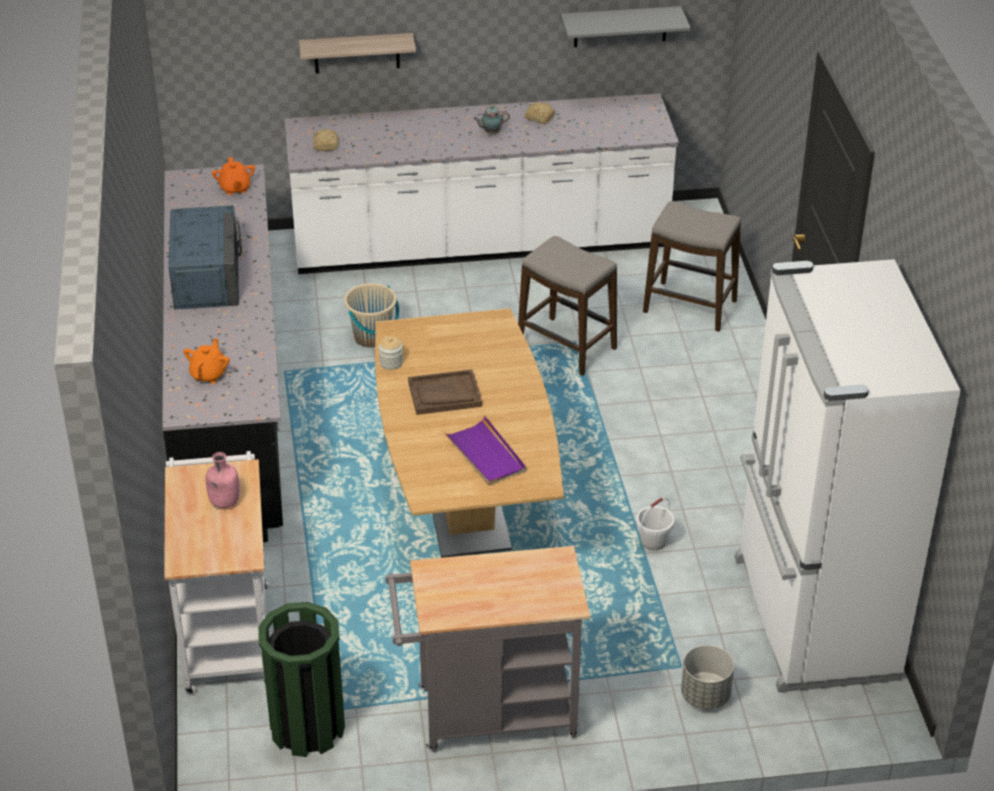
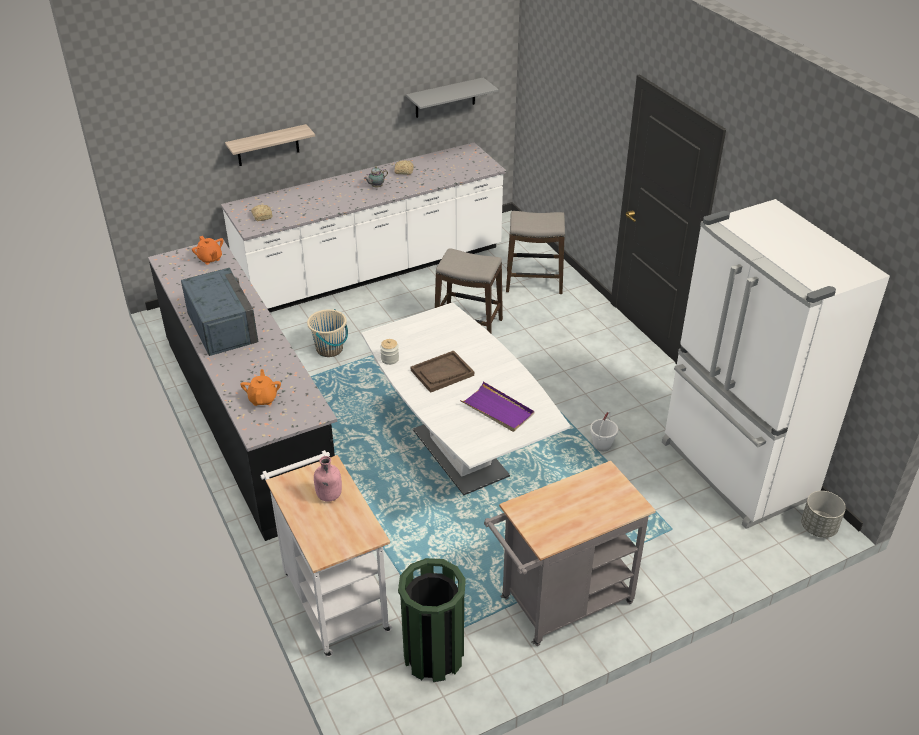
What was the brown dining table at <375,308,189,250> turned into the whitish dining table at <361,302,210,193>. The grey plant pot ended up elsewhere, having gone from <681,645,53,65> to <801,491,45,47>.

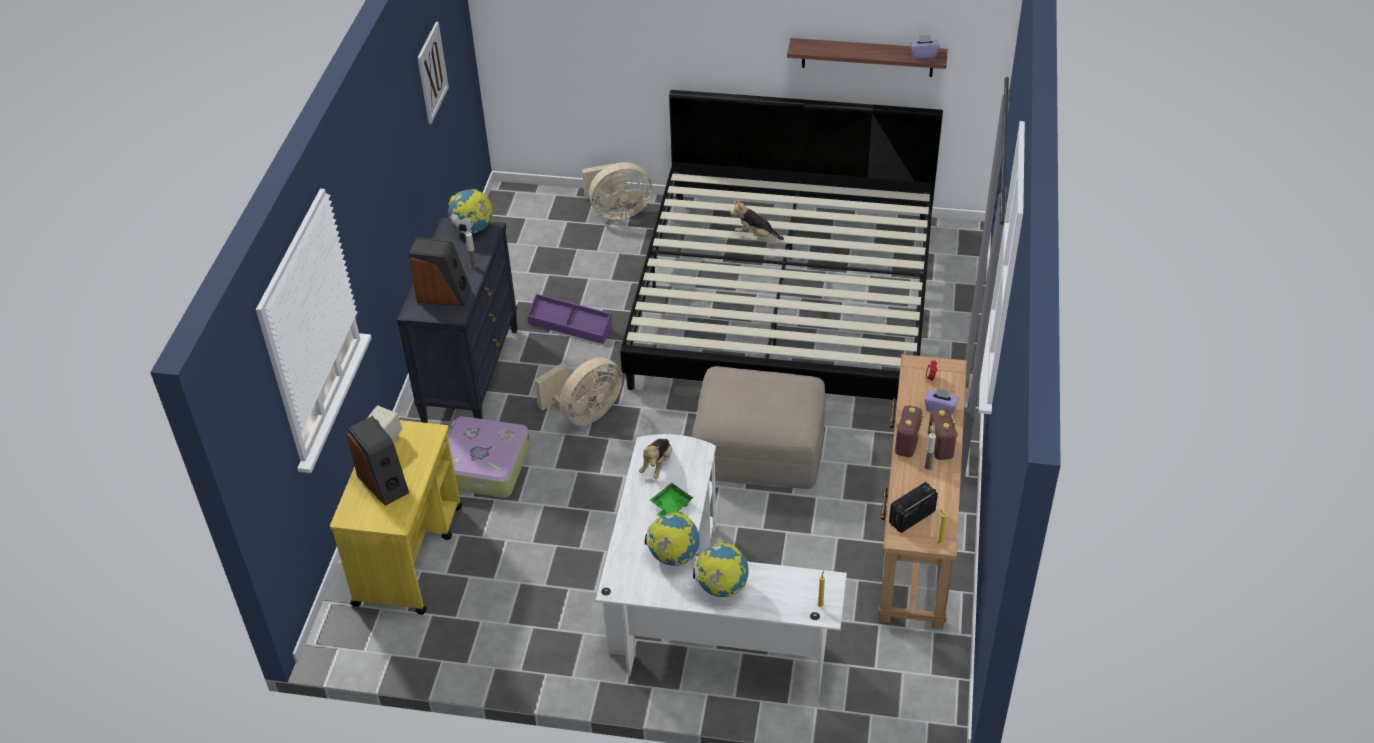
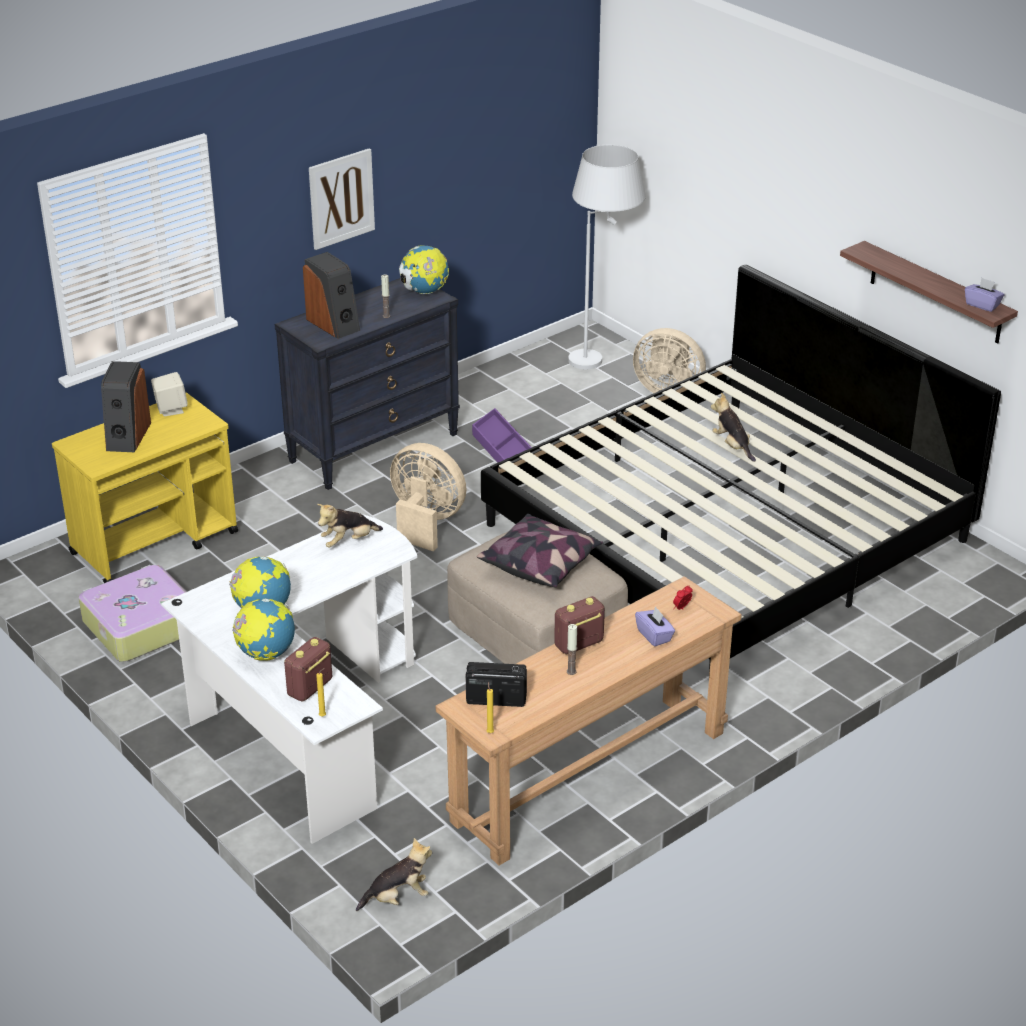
The wall picture ended up elsewhere, having gone from <418,22,31,102> to <309,148,66,102>. The beige electric fan at <535,357,87,68> ended up facing another way, 150 degrees counterclockwise from before. The radio set ended up elsewhere, having gone from <928,408,31,52> to <284,637,48,65>. The piece of luggage ended up elsewhere, having gone from <448,416,82,82> to <79,565,107,97>. The second view lost the green tray at <650,483,43,34>. The second view gained the whitish standing lamp at <568,145,78,224>. The second view gained the throw pillow at <477,514,126,73>. The second view gained the plush toy at <356,838,76,73>.

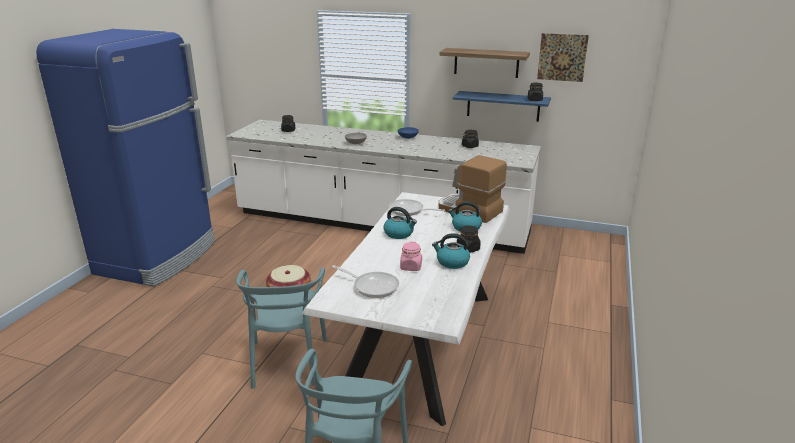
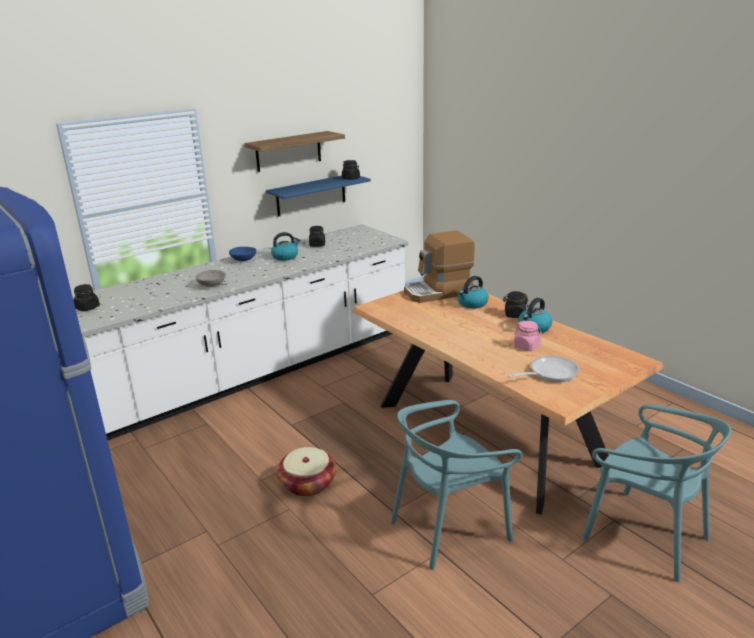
The second view lost the wall picture at <537,33,52,49>. What was the whitish dining table at <302,192,208,235> turned into the brown dining table at <352,290,312,225>. The second view lost the frying pan at <389,199,56,17>. The kettle ended up elsewhere, having gone from <383,207,34,32> to <271,232,29,29>. The turquoise-coloured chair at <236,267,91,122> ended up facing another way, 120 degrees clockwise from before.

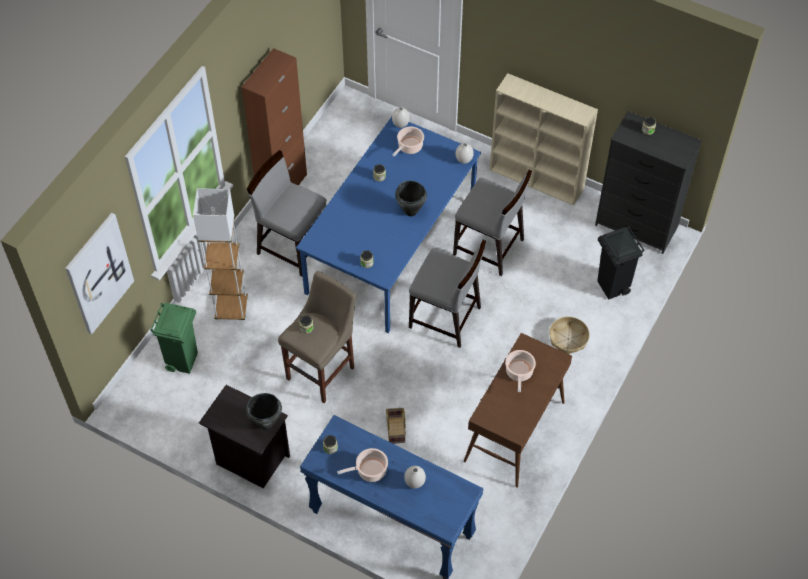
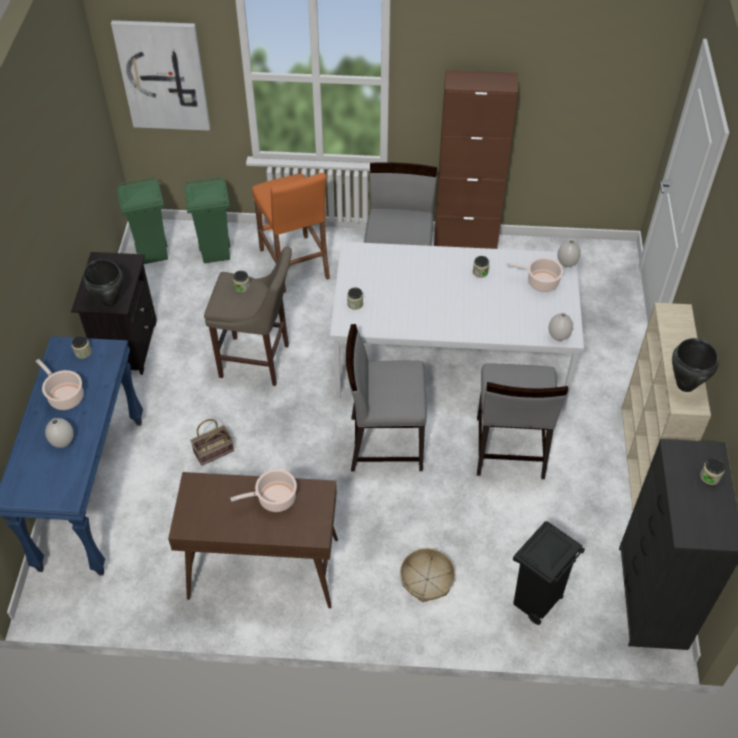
What was the blue dining table at <296,117,185,216> turned into the whitish dining table at <330,242,254,169>. The blackish stockpot ended up elsewhere, having gone from <395,181,32,35> to <672,338,46,54>. Where the whitish standing lamp stood at <193,188,55,133>, the orange-coloured stool seat came to stand at <252,173,78,120>. The grey chair at <409,240,77,108> ended up facing another way, 90 degrees clockwise from before. The second view gained the green rubbish bin at <117,176,51,88>.

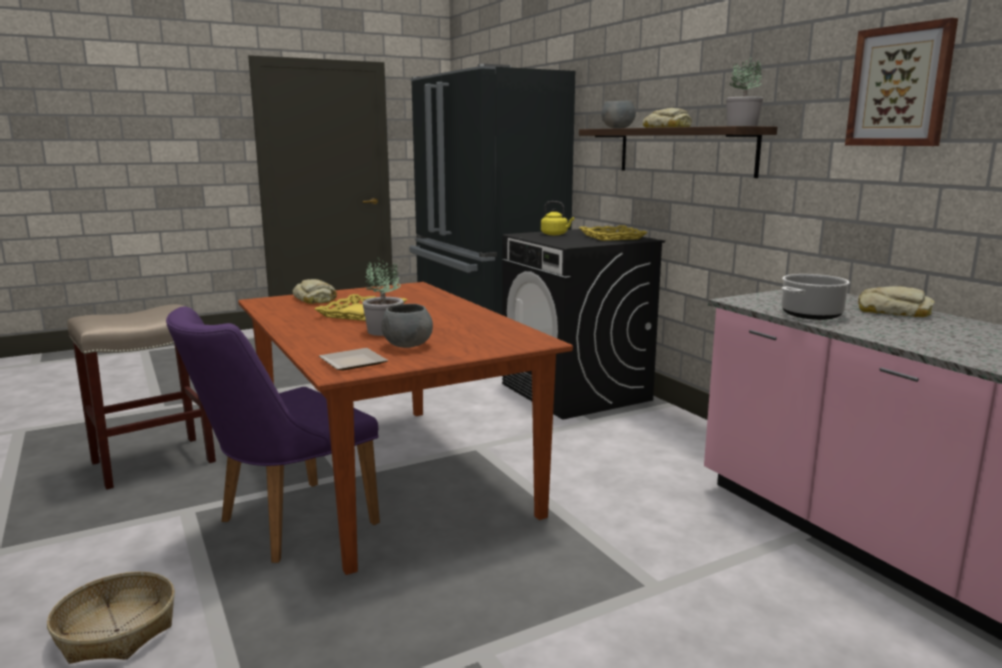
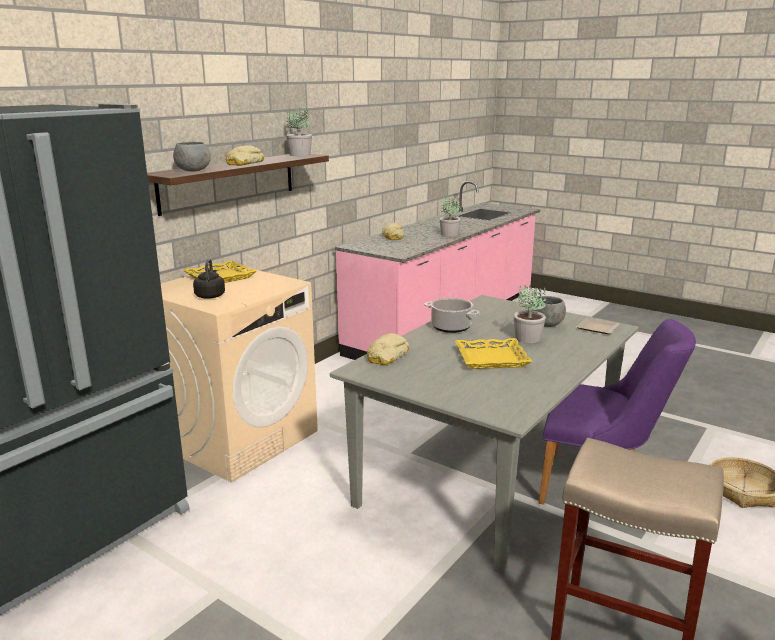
The second view lost the wall picture at <845,18,113,128>. What was the yellow kettle at <541,201,33,34> turned into the blackish kettle at <193,259,32,40>. What was the blackish laundry machine at <502,229,163,191> turned into the beige laundry machine at <161,266,157,216>. The stockpot ended up elsewhere, having gone from <781,274,69,46> to <424,298,56,35>. The bakery bread ended up elsewhere, having gone from <292,279,45,25> to <367,333,42,32>. What was the brown dining table at <238,282,335,293> turned into the grey dining table at <330,295,309,279>. The second view gained the plant in a pot at <439,196,22,41>.

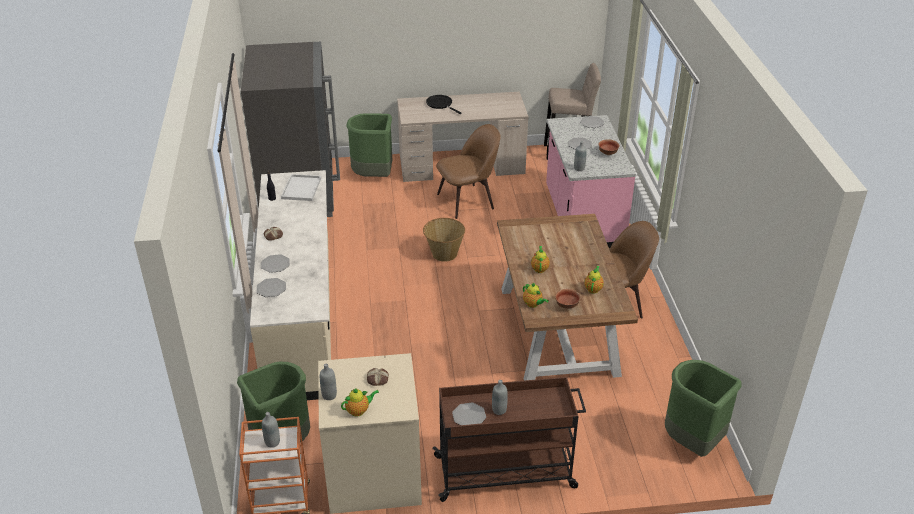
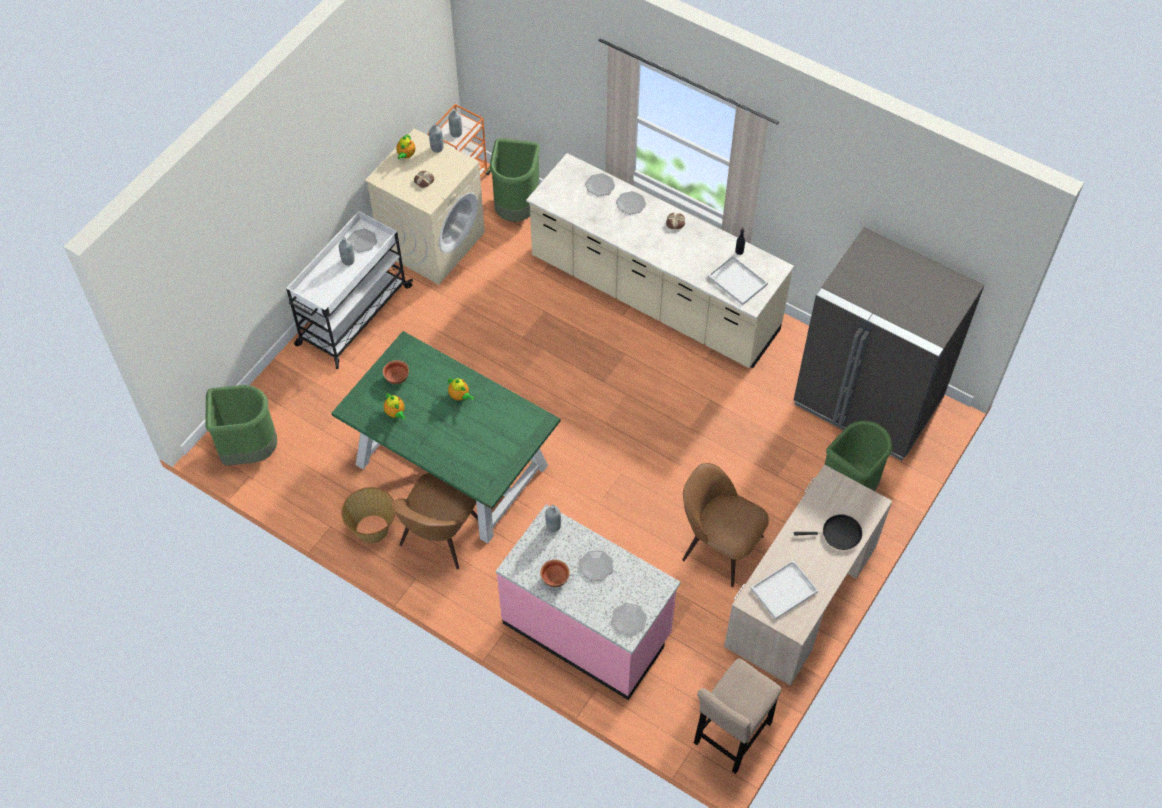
The brown chair at <436,124,65,95> ended up facing another way, 105 degrees clockwise from before. What was the brown dining table at <497,214,141,167> turned into the green dining table at <331,331,229,212>. The storage basket ended up elsewhere, having gone from <423,218,42,44> to <341,487,55,56>. The second view lost the teapot at <523,283,26,25>. What was the brown wheeled cart at <432,377,154,125> turned into the whitish wheeled cart at <286,211,127,158>. The second view gained the whitish tray at <751,561,67,59>.

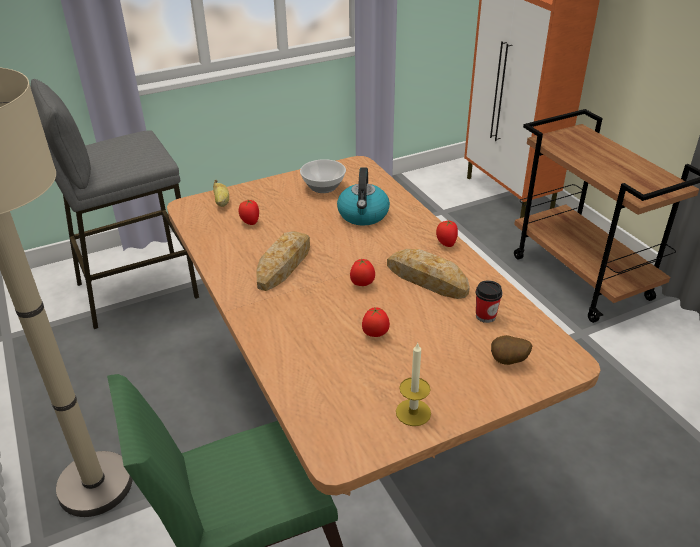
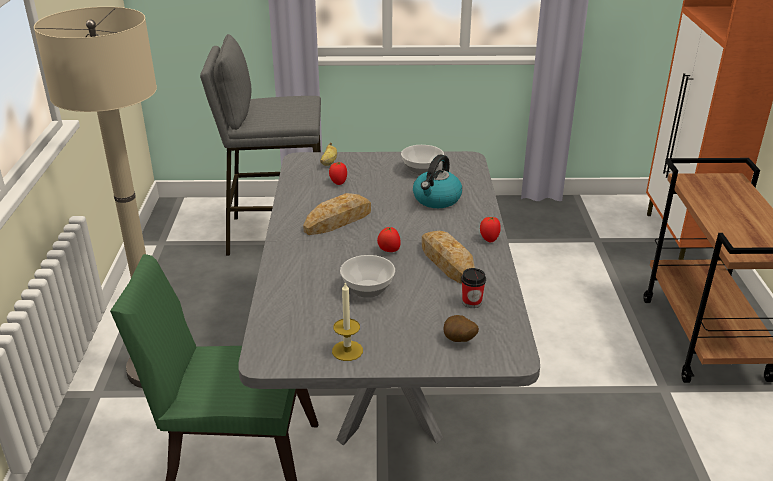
What was the brown dining table at <167,156,434,340> turned into the grey dining table at <239,151,301,295>. Where the fresh tomato stood at <362,307,28,30>, the serving bowl came to stand at <340,255,55,43>.

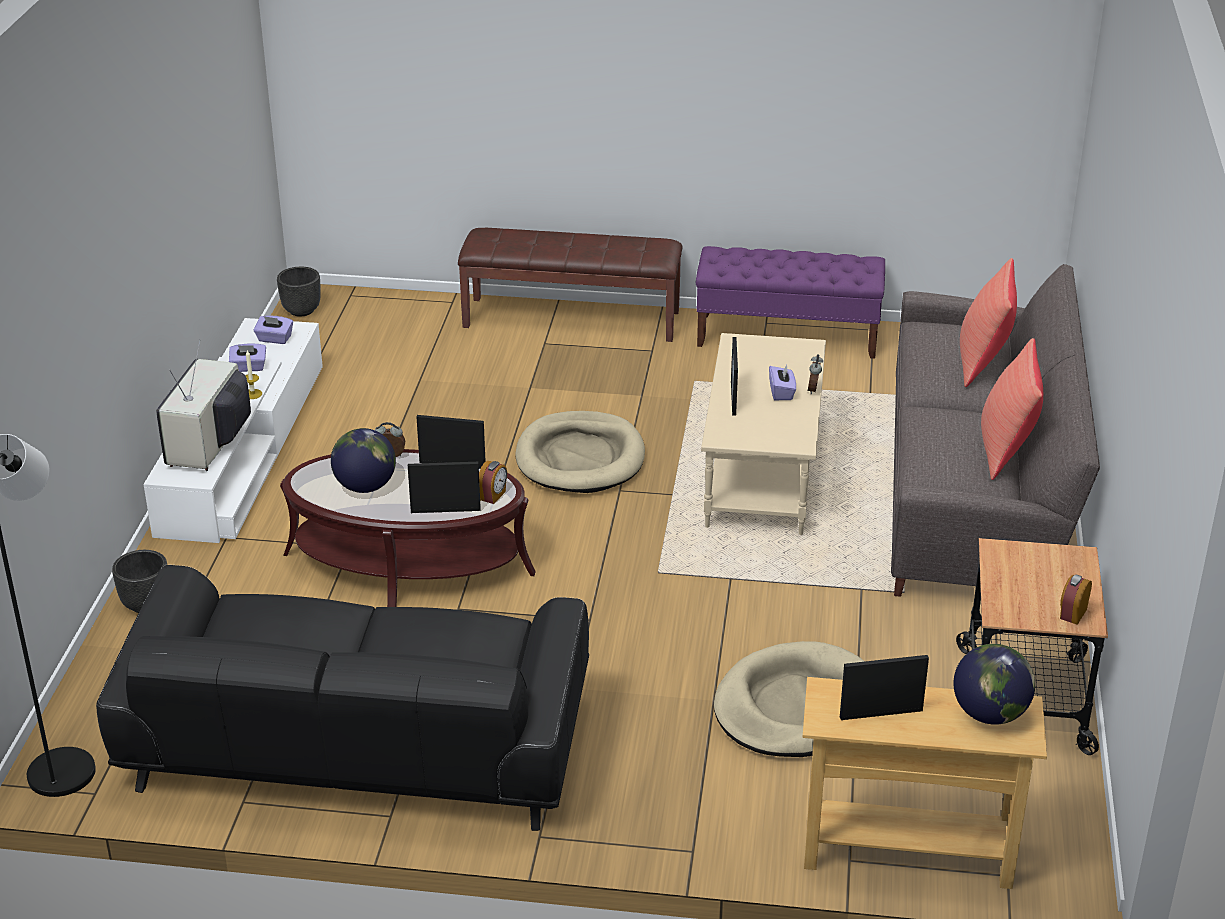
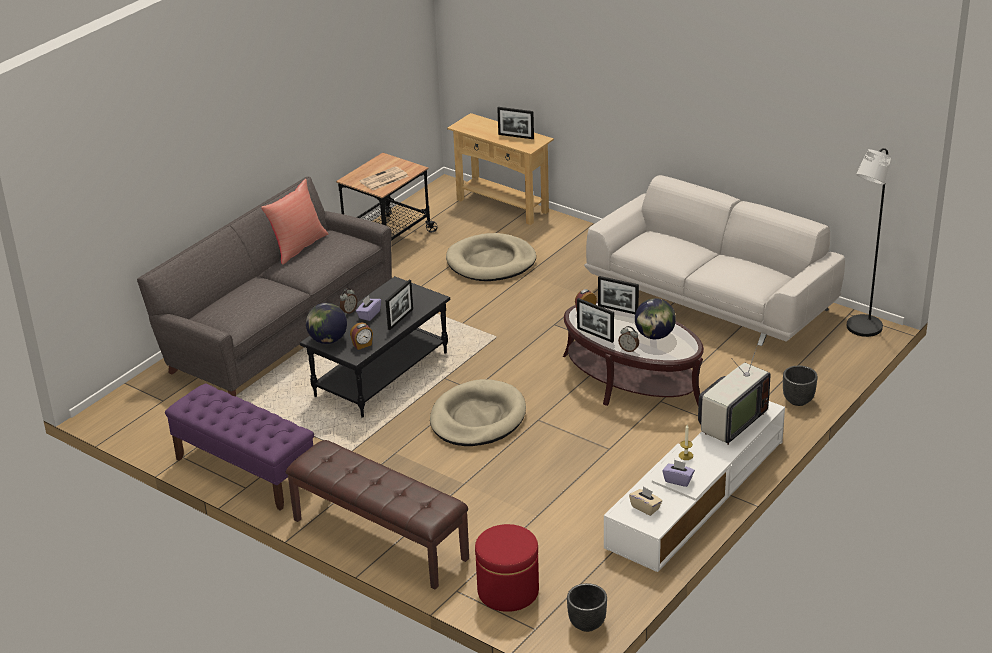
The second view lost the red-coloured throw pillow at <960,258,57,129>. What was the purple-coloured box of tissues at <254,316,39,28> turned into the beige box of tissues at <629,486,33,30>. What was the beige lounge table at <701,333,125,202> turned into the blackish lounge table at <300,276,150,141>. What was the blackish couch at <96,565,493,266> turned into the whitish couch at <584,175,261,171>. The table clock ended up elsewhere, having gone from <1060,574,32,51> to <350,322,23,28>. The world globe ended up elsewhere, having gone from <954,644,81,81> to <306,303,41,41>. The second view gained the daily paper at <360,166,48,24>. The second view gained the red-coloured footrest at <475,524,64,88>.

